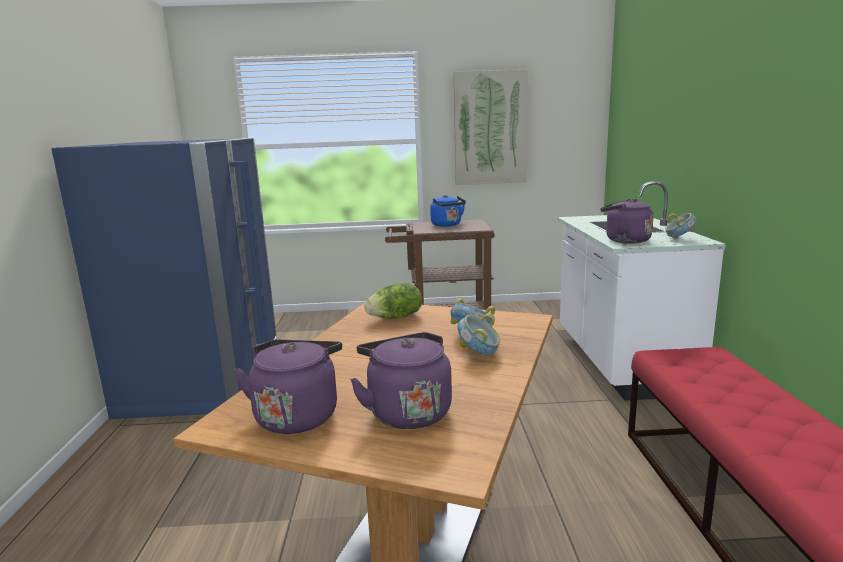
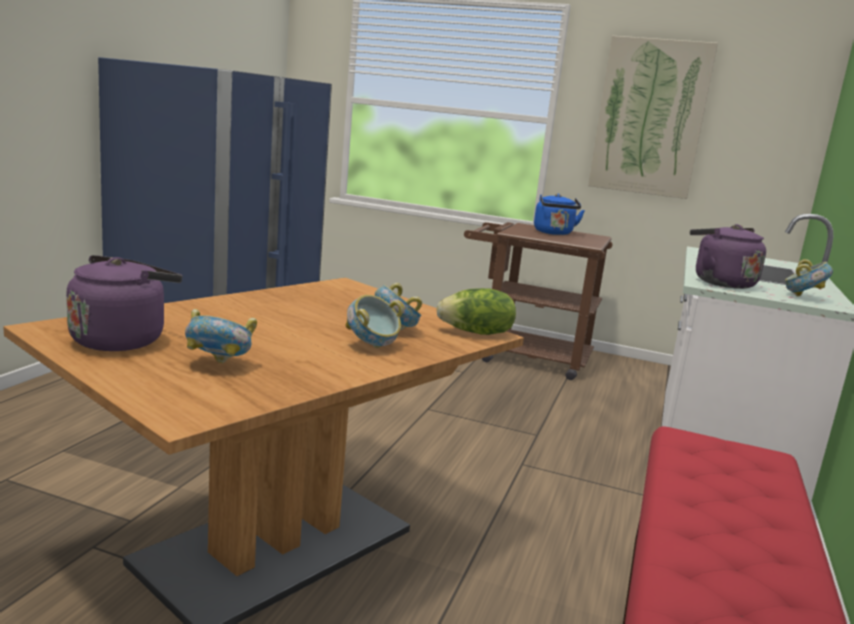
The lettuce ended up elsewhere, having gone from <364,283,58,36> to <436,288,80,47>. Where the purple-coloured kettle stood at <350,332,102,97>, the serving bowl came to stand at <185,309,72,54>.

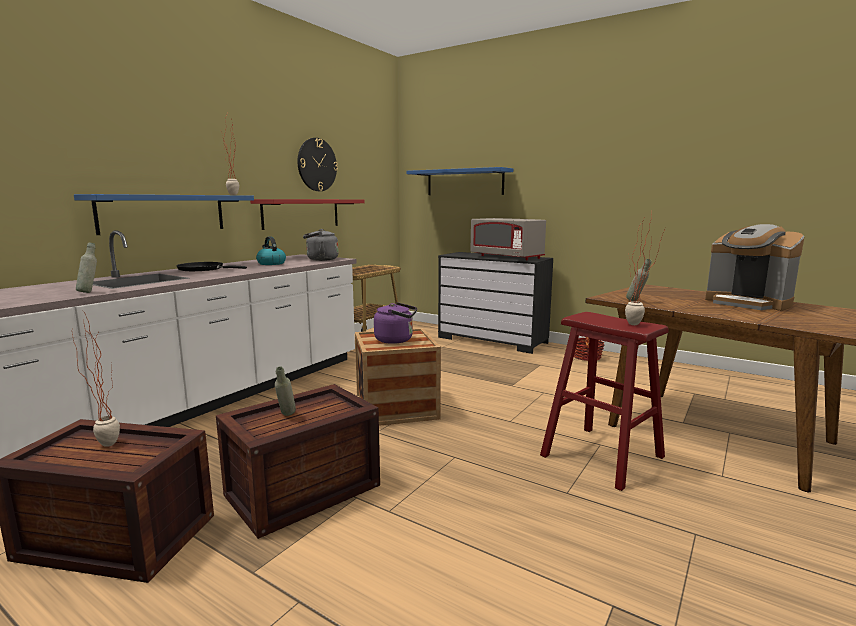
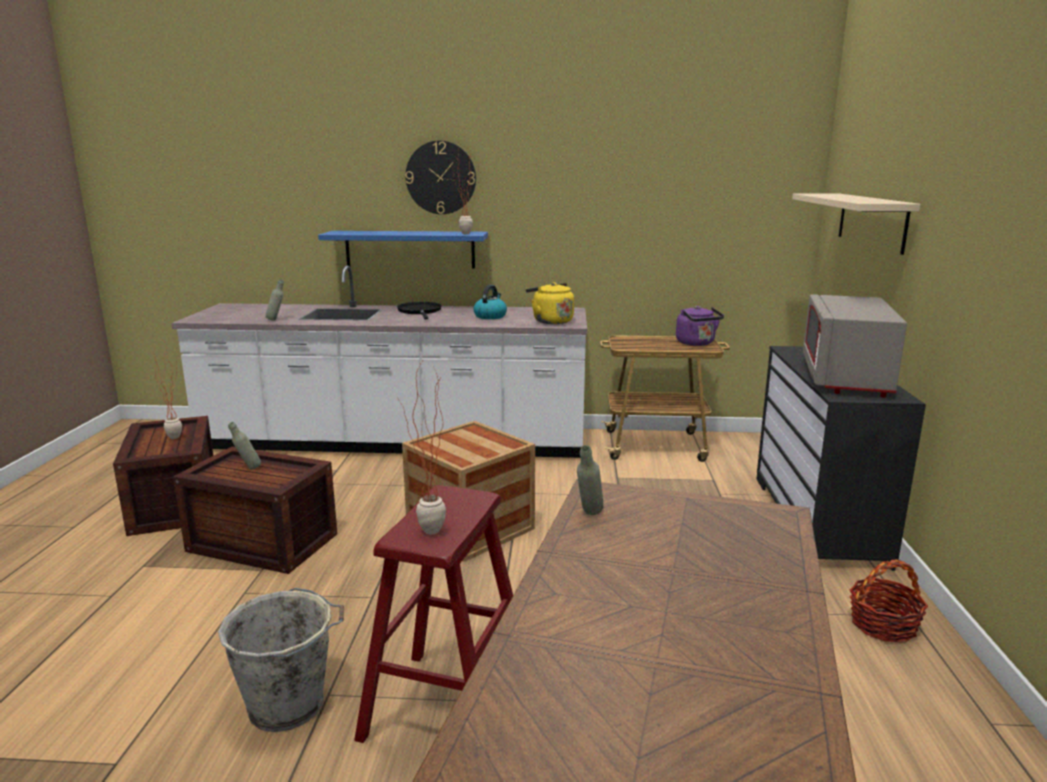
The wall clock ended up elsewhere, having gone from <297,138,41,53> to <406,141,70,73>. What was the blue wall shelf at <407,167,106,28> turned into the beige wall shelf at <792,193,128,62>. The second view lost the red-coloured wall shelf at <250,199,115,31>. The second view lost the coffee brewer at <705,224,99,87>. What was the grey kettle at <303,229,35,32> turned into the yellow kettle at <526,282,48,42>. The purple-coloured kettle ended up elsewhere, having gone from <374,302,43,42> to <676,306,48,40>. The second view gained the grey bucket at <218,588,126,144>.

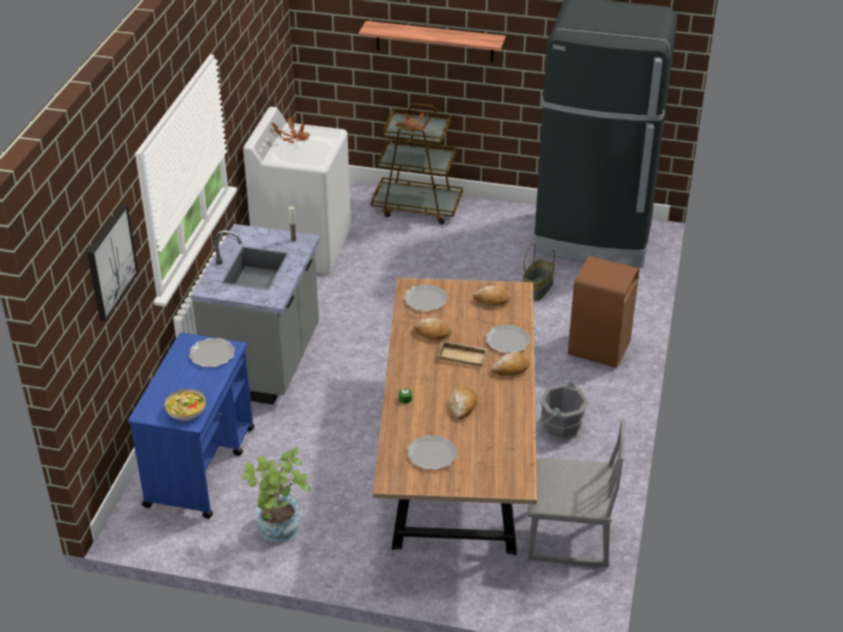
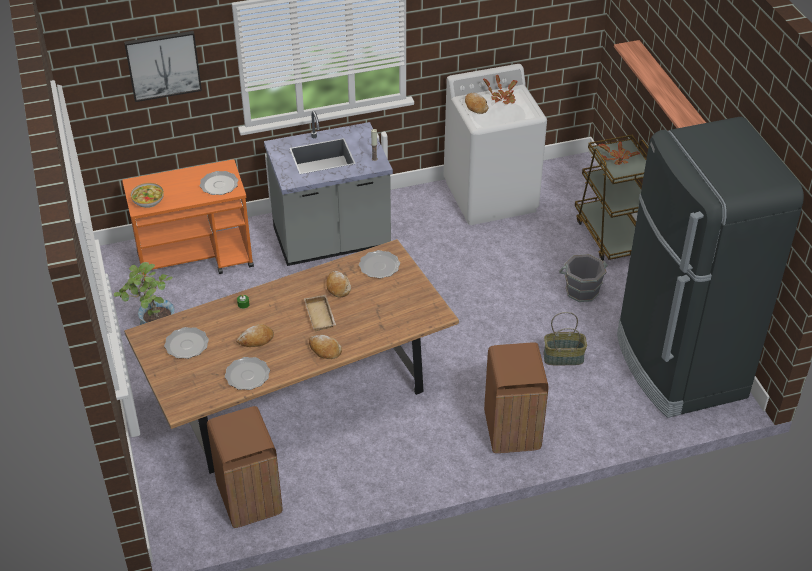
The bakery bread ended up elsewhere, having gone from <473,286,37,20> to <465,93,24,21>. The dinner plate ended up elsewhere, having gone from <486,325,44,28> to <225,357,45,33>. What was the blue wheeled cart at <128,332,126,187> turned into the orange-coloured wheeled cart at <122,159,132,129>. The grey bucket ended up elsewhere, having gone from <538,381,51,59> to <559,254,49,48>. Where the grey chair stood at <527,419,98,148>, the brown rubbish bin came to stand at <207,406,76,122>.

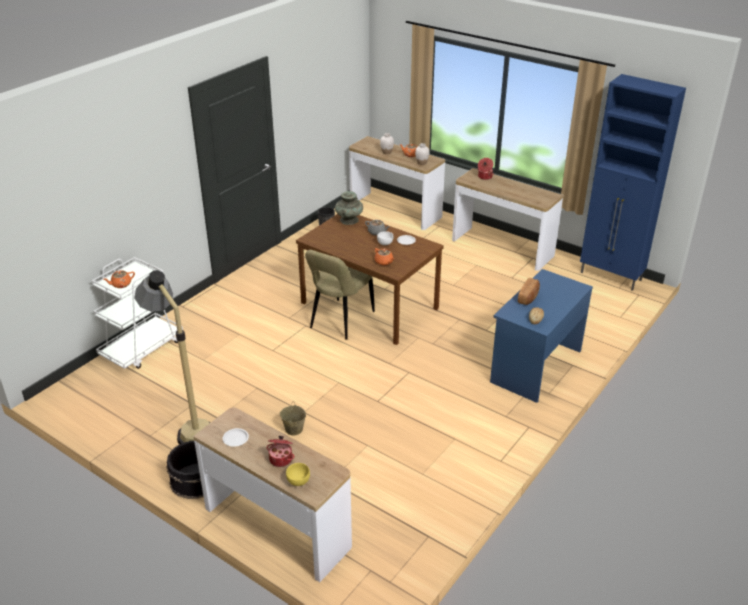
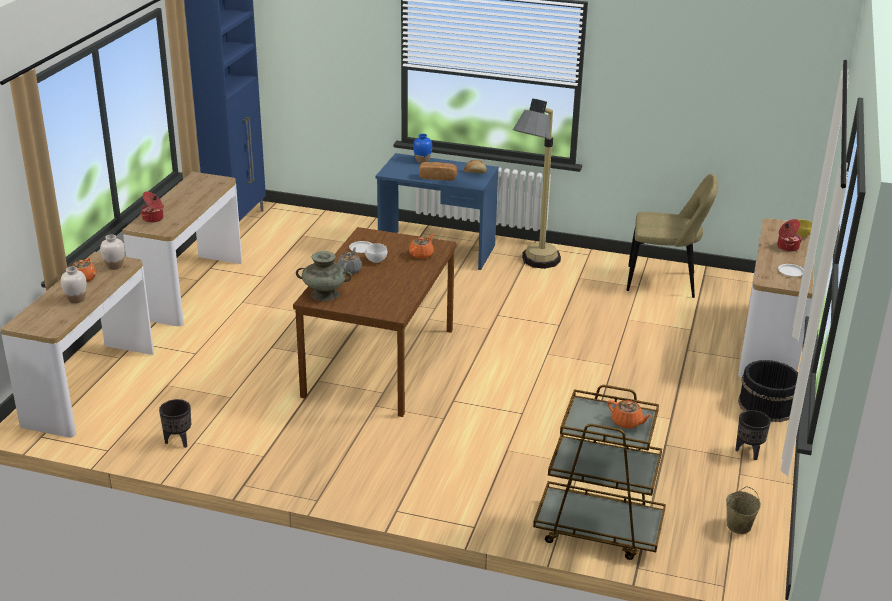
The beige chair ended up elsewhere, having gone from <305,250,70,90> to <627,174,91,124>. What was the whitish wheeled cart at <92,257,91,112> turned into the brown wheeled cart at <533,385,133,175>. The standing lamp ended up elsewhere, having gone from <134,270,76,175> to <513,99,48,170>. The beige bucket ended up elsewhere, having gone from <280,401,26,35> to <726,486,35,48>. The second view gained the blue vase at <413,134,19,29>. The second view gained the blackish plant pot at <736,410,35,50>.

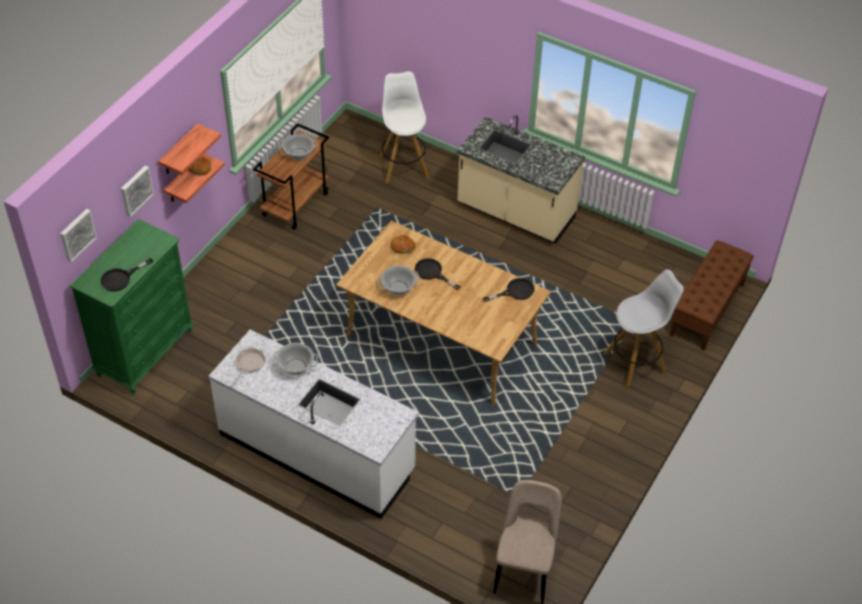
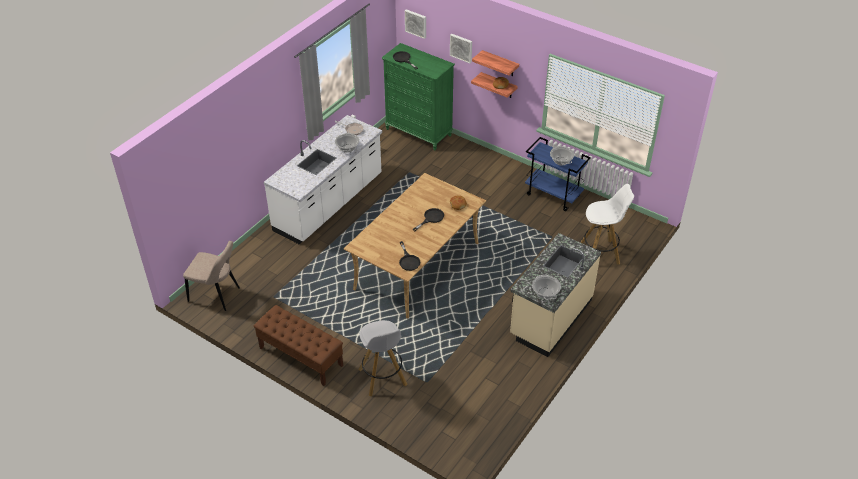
What was the brown wheeled cart at <253,124,76,106> turned into the blue wheeled cart at <525,137,66,74>. The brown indoor bench ended up elsewhere, having gone from <670,240,84,111> to <254,305,89,81>. The stockpot ended up elsewhere, having gone from <377,266,43,29> to <532,275,29,25>.

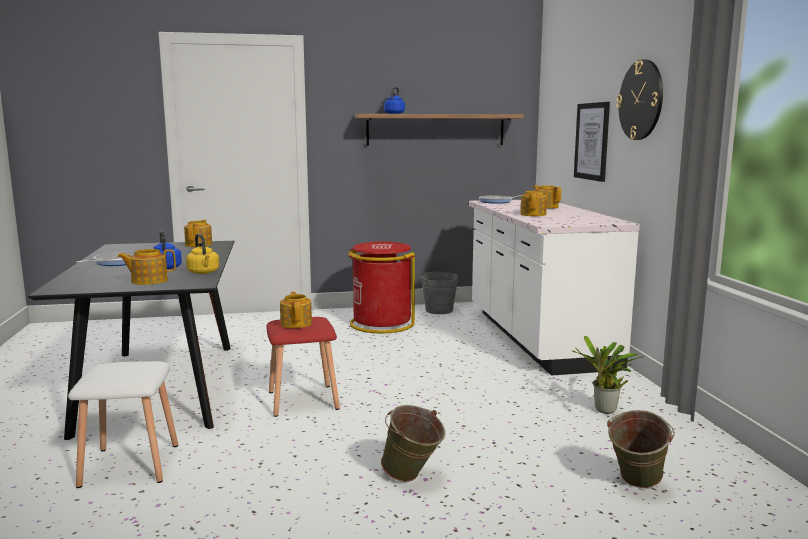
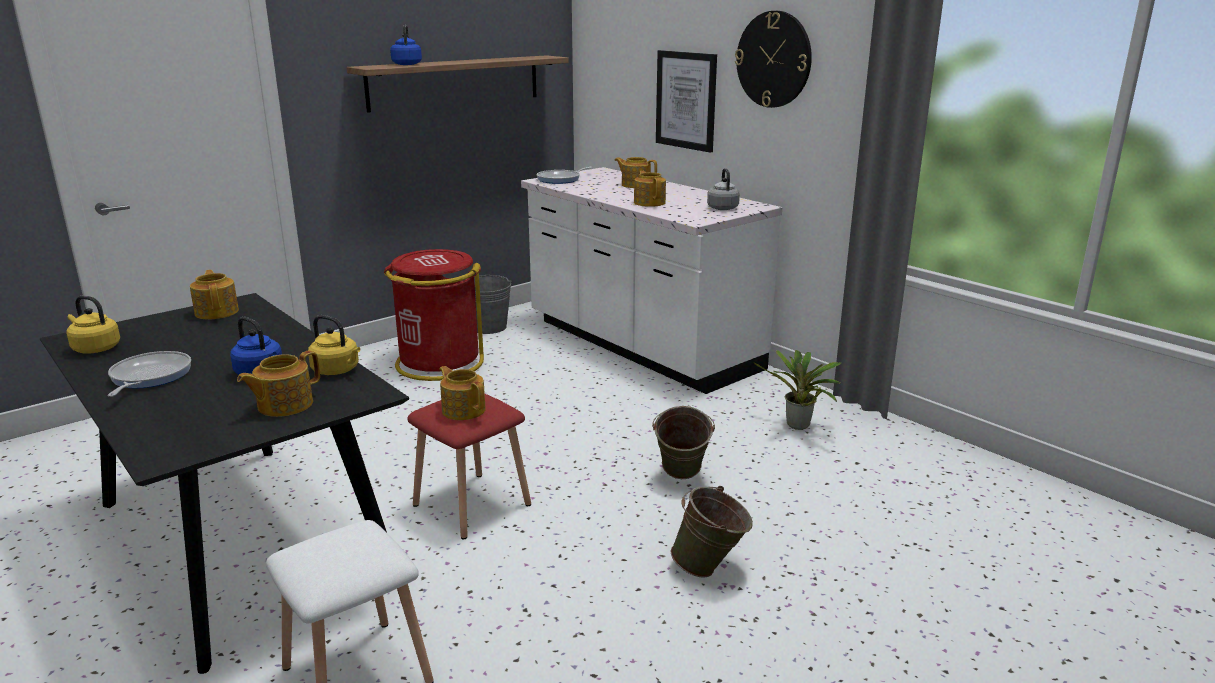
The green bucket ended up elsewhere, having gone from <607,410,68,78> to <652,406,63,73>. The second view gained the grey kettle at <707,168,33,42>. The second view gained the yellow kettle at <66,296,54,58>.

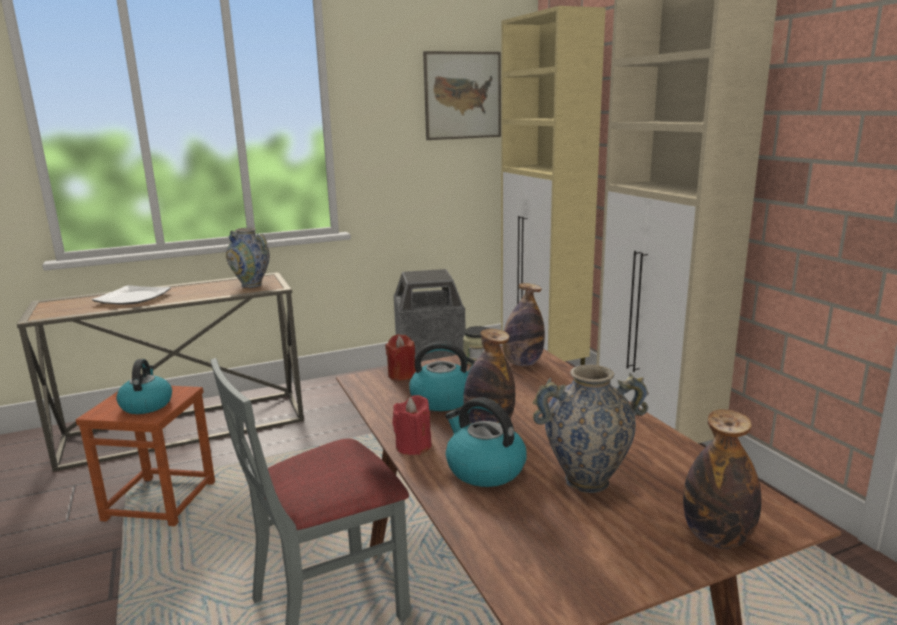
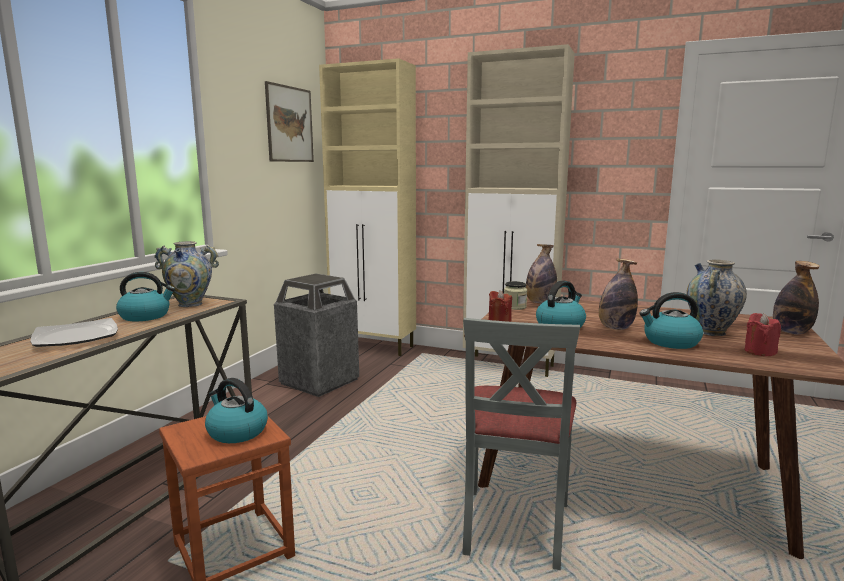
The red-coloured wax light ended up elsewhere, having gone from <392,395,40,60> to <744,313,37,43>. The second view gained the kettle at <116,272,59,50>.

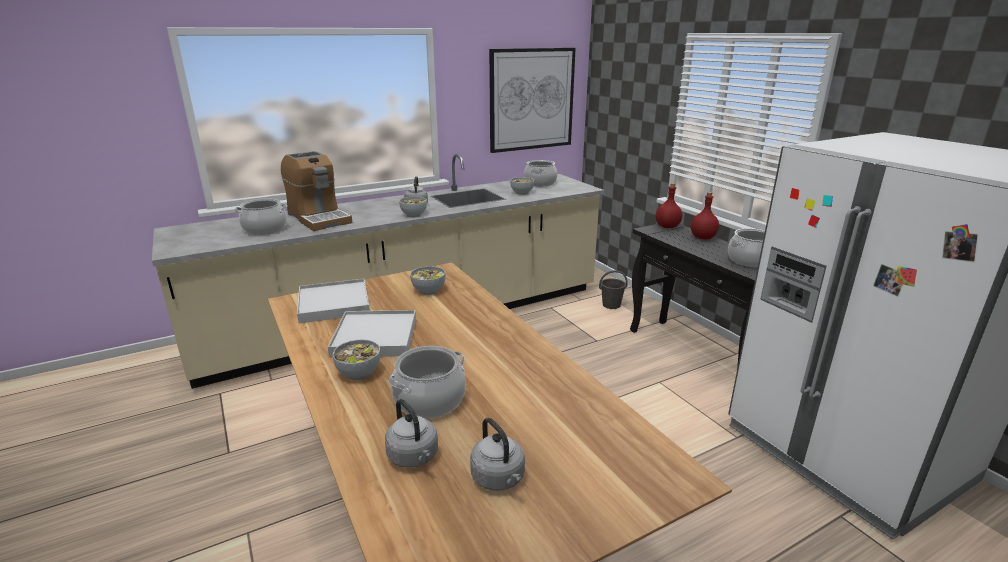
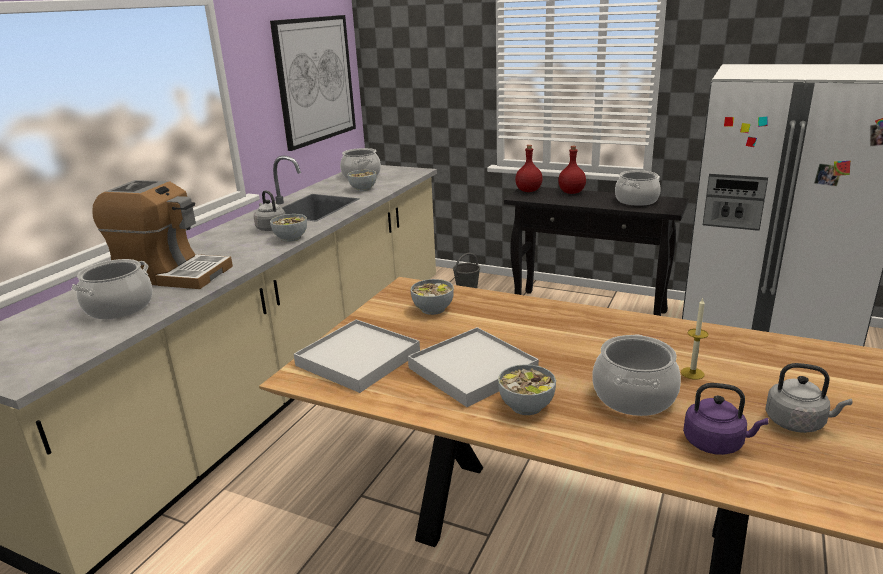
What was the grey kettle at <385,399,53,69> turned into the purple-coloured kettle at <683,383,86,72>. The second view gained the wax light at <681,298,27,82>.

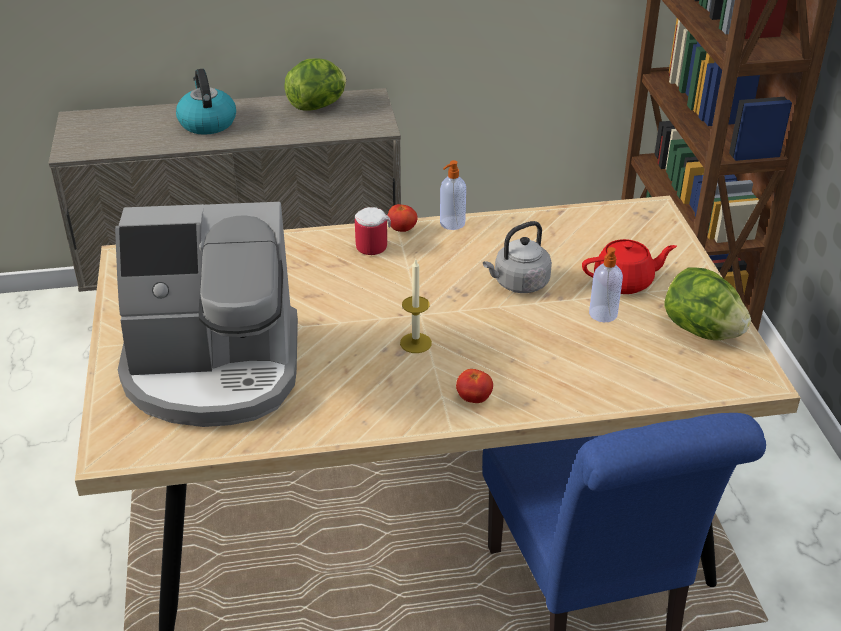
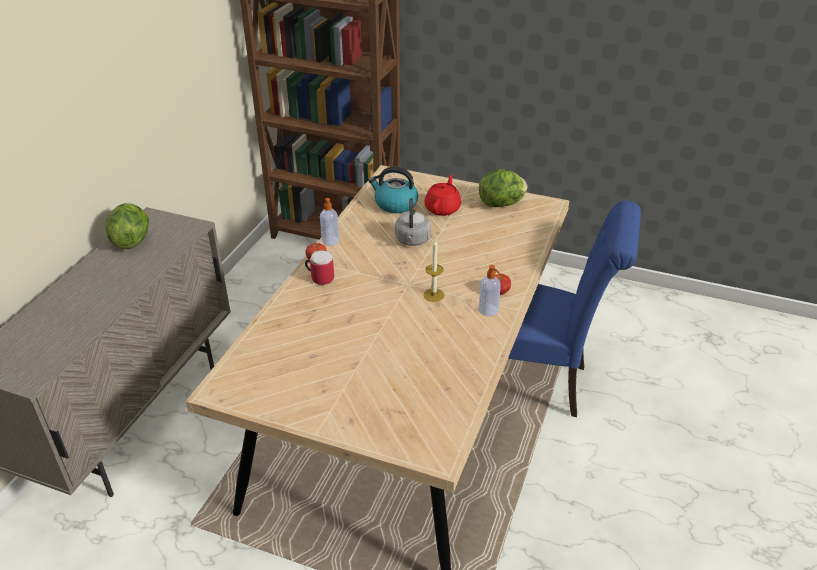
The kettle ended up elsewhere, having gone from <176,69,60,66> to <368,167,50,46>. The second view lost the coffee brewer at <115,202,183,225>. The liquid soap bottle ended up elsewhere, having gone from <589,247,34,75> to <479,265,22,51>.

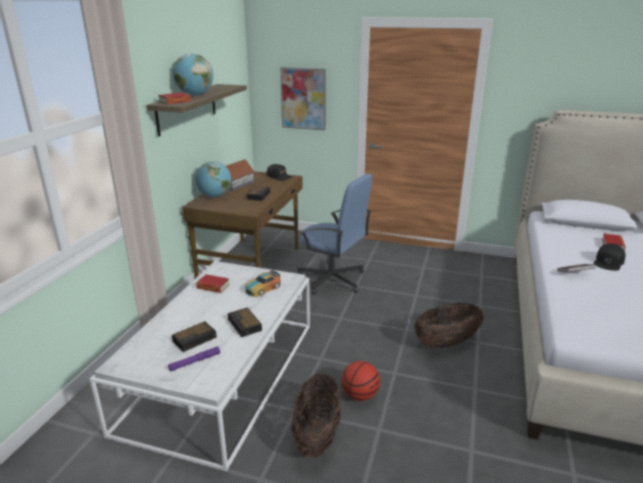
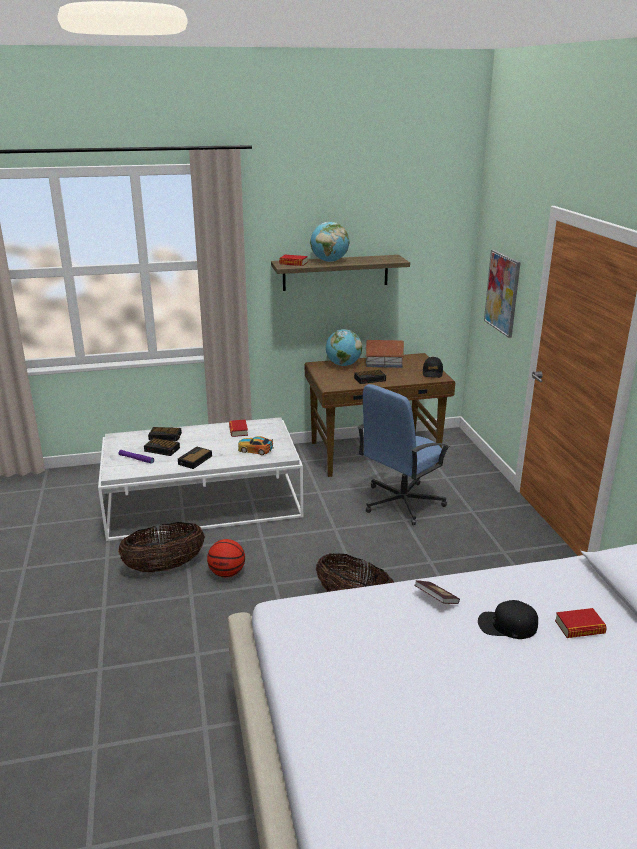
The blue office chair at <297,174,75,121> ended up facing another way, 45 degrees clockwise from before. The second view gained the table clock at <148,427,34,14>.

